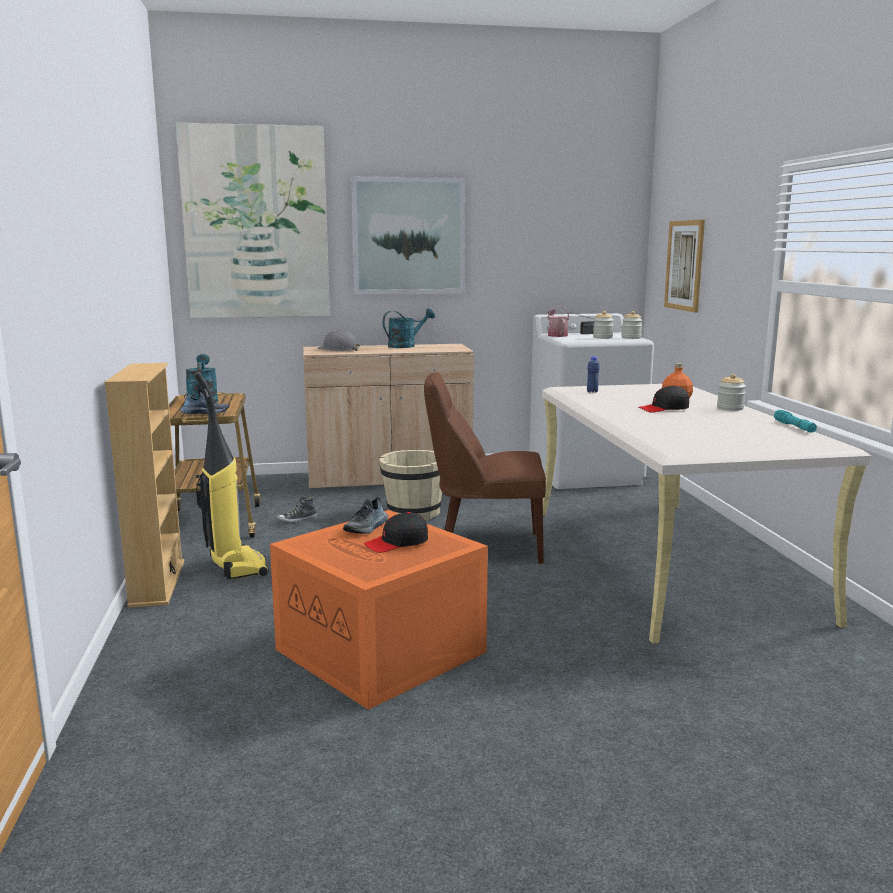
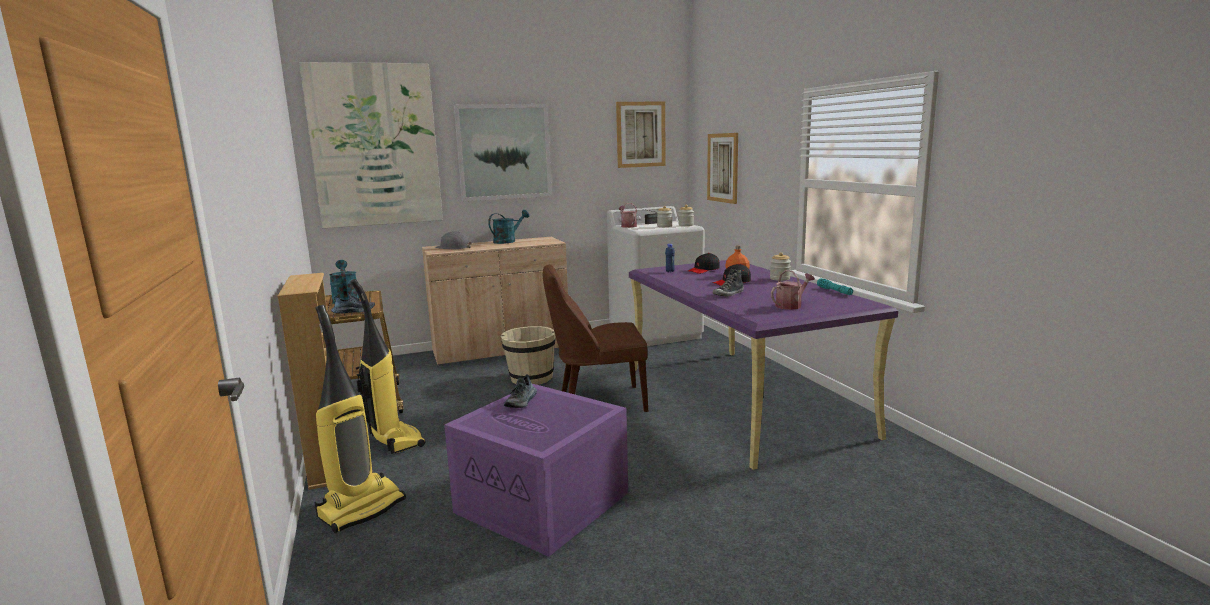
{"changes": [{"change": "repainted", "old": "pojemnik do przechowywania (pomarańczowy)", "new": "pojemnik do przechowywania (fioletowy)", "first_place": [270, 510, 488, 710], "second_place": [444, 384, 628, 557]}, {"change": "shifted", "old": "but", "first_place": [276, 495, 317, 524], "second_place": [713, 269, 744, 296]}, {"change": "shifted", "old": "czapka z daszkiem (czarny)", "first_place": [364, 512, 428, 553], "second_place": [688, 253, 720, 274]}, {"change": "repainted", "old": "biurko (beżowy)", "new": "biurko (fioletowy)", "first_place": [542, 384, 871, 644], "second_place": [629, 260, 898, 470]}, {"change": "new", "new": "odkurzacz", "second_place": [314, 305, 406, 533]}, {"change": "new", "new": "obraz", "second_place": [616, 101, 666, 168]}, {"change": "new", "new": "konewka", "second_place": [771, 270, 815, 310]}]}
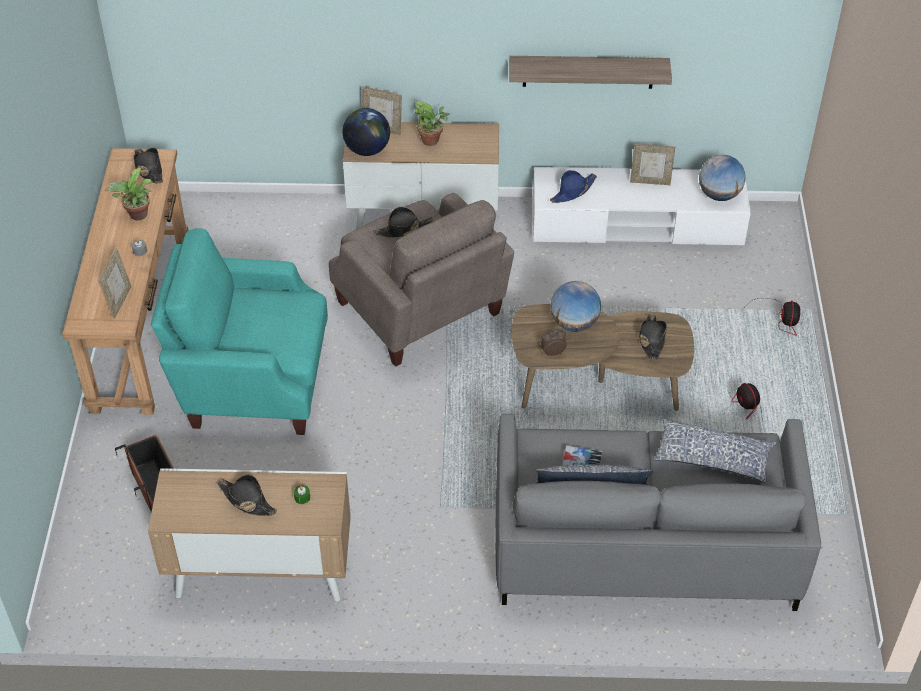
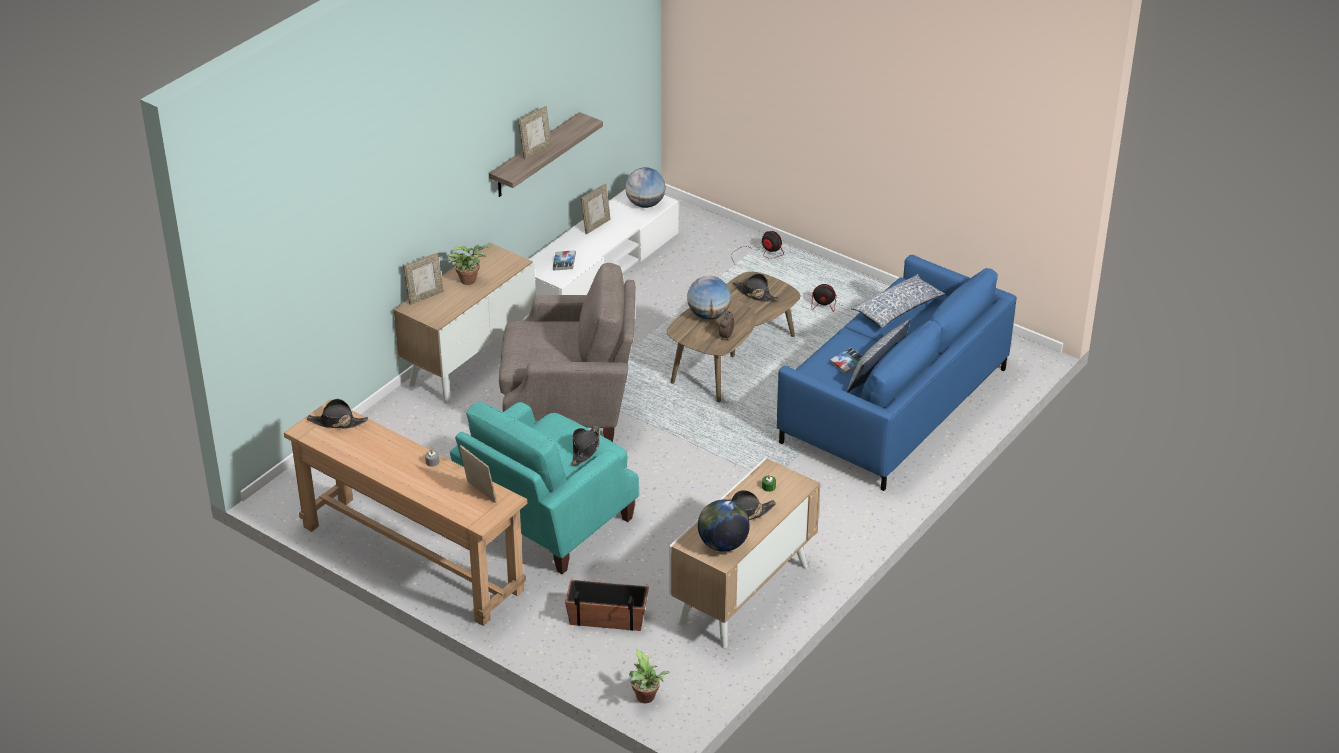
{"changes": [{"change": "shifted", "old": "roślina doniczkowa", "first_place": [104, 167, 152, 220], "second_place": [629, 649, 670, 703]}, {"change": "shifted", "old": "globus", "first_place": [342, 108, 390, 156], "second_place": [698, 500, 750, 552]}, {"change": "shifted", "old": "kapelusz (czarny)", "first_place": [373, 207, 434, 238], "second_place": [571, 426, 600, 465]}, {"change": "repainted", "old": "kanapa (szary)", "new": "kanapa (niebieski)", "first_place": [495, 414, 821, 611], "second_place": [777, 255, 1017, 491]}, {"change": "swapped", "old": "kapelusz (niebieski)", "new": "książka", "first_place": [550, 170, 597, 203], "second_place": [553, 251, 576, 271]}, {"change": "new", "new": "ramka na zdjęcie", "second_place": [518, 106, 552, 159]}]}
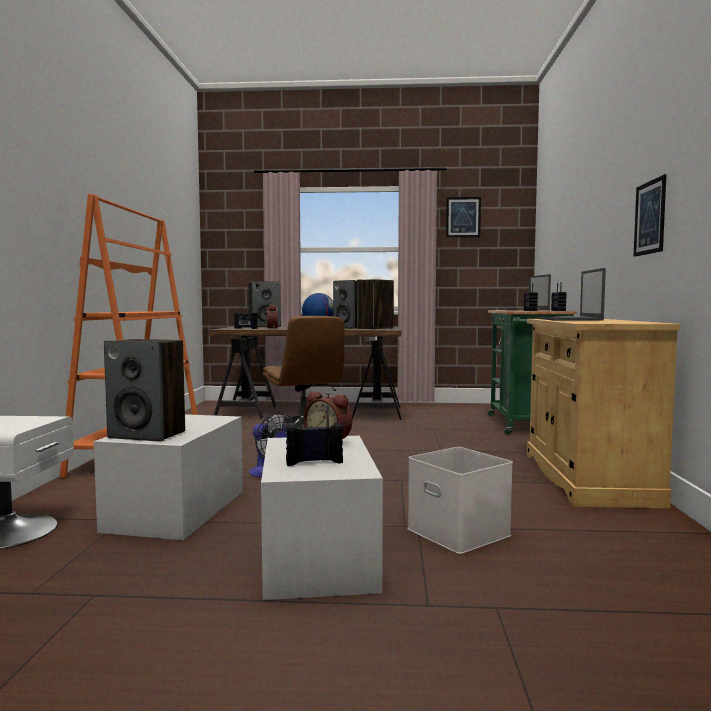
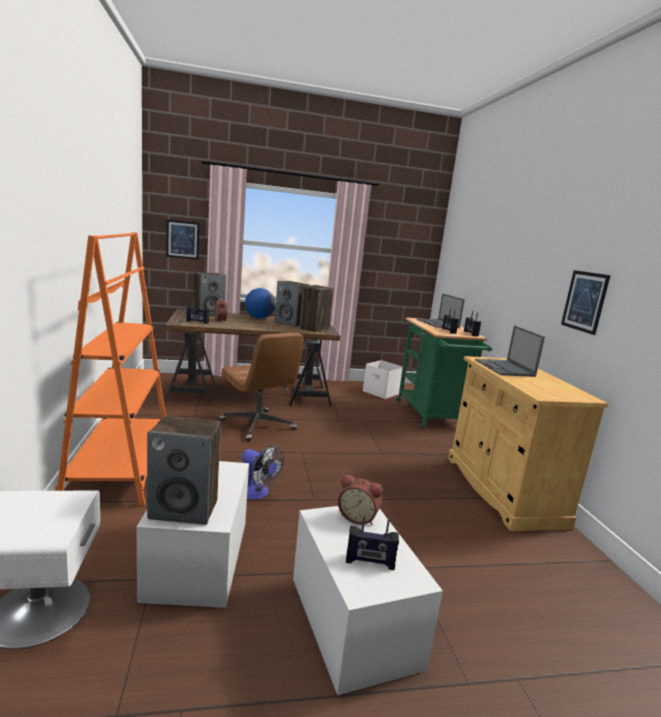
{"changes": [{"change": "rotated", "old": "radio", "first_place": [286, 405, 343, 466], "second_place": [346, 515, 399, 570], "degrees": -150}, {"change": "shifted", "old": "pojemnik do przechowywania (biały)", "first_place": [408, 447, 513, 554], "second_place": [363, 360, 403, 399]}, {"change": "shifted", "old": "obraz", "first_place": [446, 197, 481, 237], "second_place": [166, 219, 200, 260]}]}
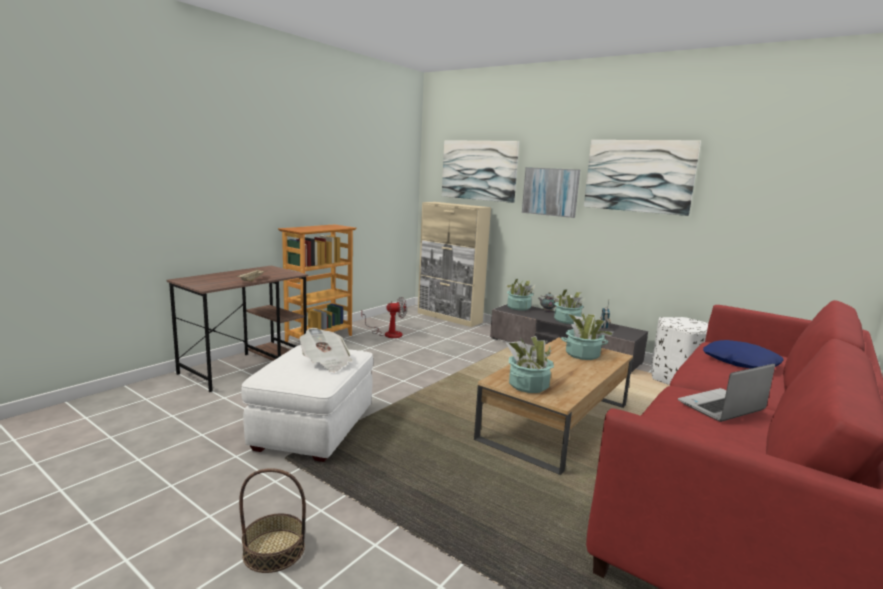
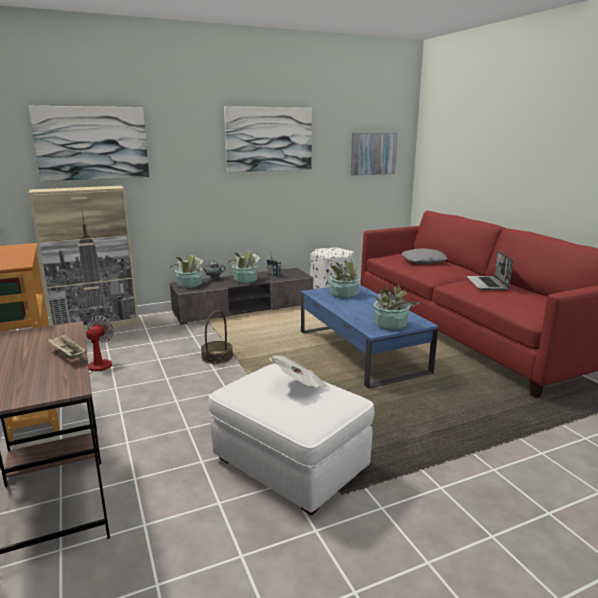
{"changes": [{"change": "shifted", "old": "koszyk", "first_place": [239, 468, 306, 573], "second_place": [201, 311, 233, 364]}, {"change": "repainted", "old": "ława (brązowy)", "new": "ława (niebieski)", "first_place": [474, 337, 633, 475], "second_place": [301, 284, 438, 389]}, {"change": "shifted", "old": "obraz", "first_place": [522, 167, 580, 218], "second_place": [351, 133, 397, 176]}, {"change": "repainted", "old": "poduszka (niebieski)", "new": "poduszka (szary)", "first_place": [703, 340, 784, 369], "second_place": [401, 248, 447, 264]}]}
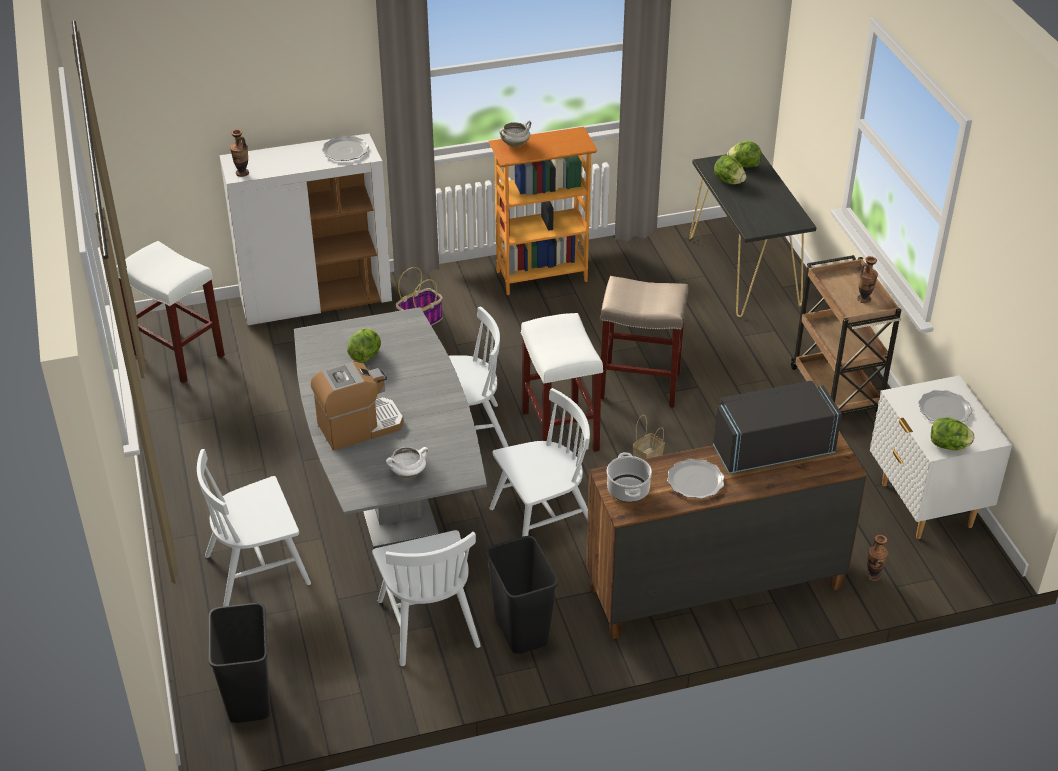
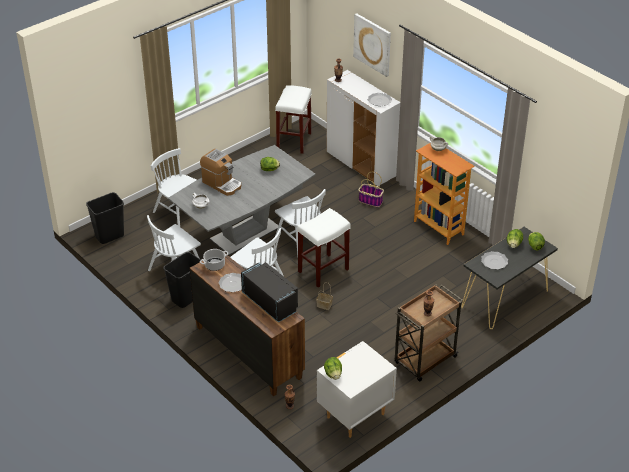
{"changes": [{"change": "gone", "old": "stołek (beżowy)", "first_place": [601, 276, 689, 408]}, {"change": "shifted", "old": "talerz", "first_place": [918, 390, 972, 422], "second_place": [481, 251, 508, 270]}, {"change": "new", "new": "obraz", "second_place": [353, 13, 391, 77]}]}
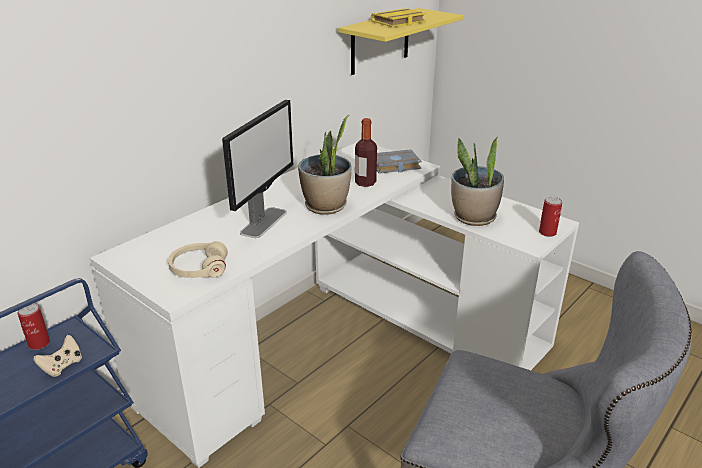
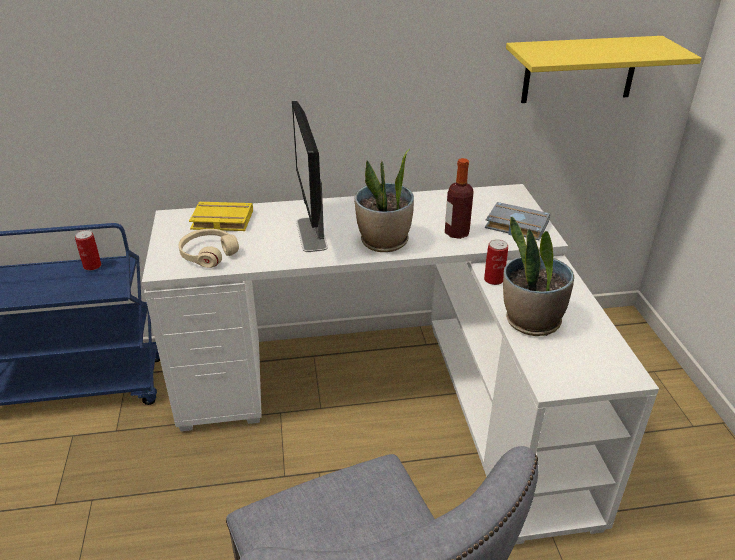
{"changes": [{"change": "gone", "old": "pad do gier (beżowy)", "first_place": [33, 335, 82, 377]}, {"change": "rotated", "old": "monitor", "first_place": [222, 100, 293, 238], "second_place": [292, 101, 328, 252], "degrees": 105}, {"change": "shifted", "old": "książka (żółty)", "first_place": [371, 8, 427, 27], "second_place": [189, 202, 253, 231]}, {"change": "shifted", "old": "puszka", "first_place": [539, 197, 562, 237], "second_place": [484, 239, 508, 285]}]}
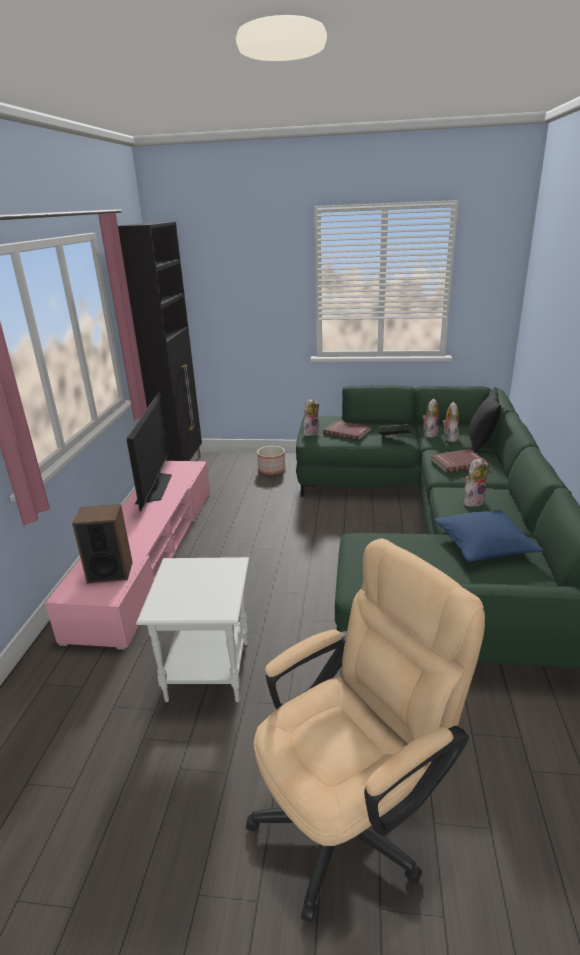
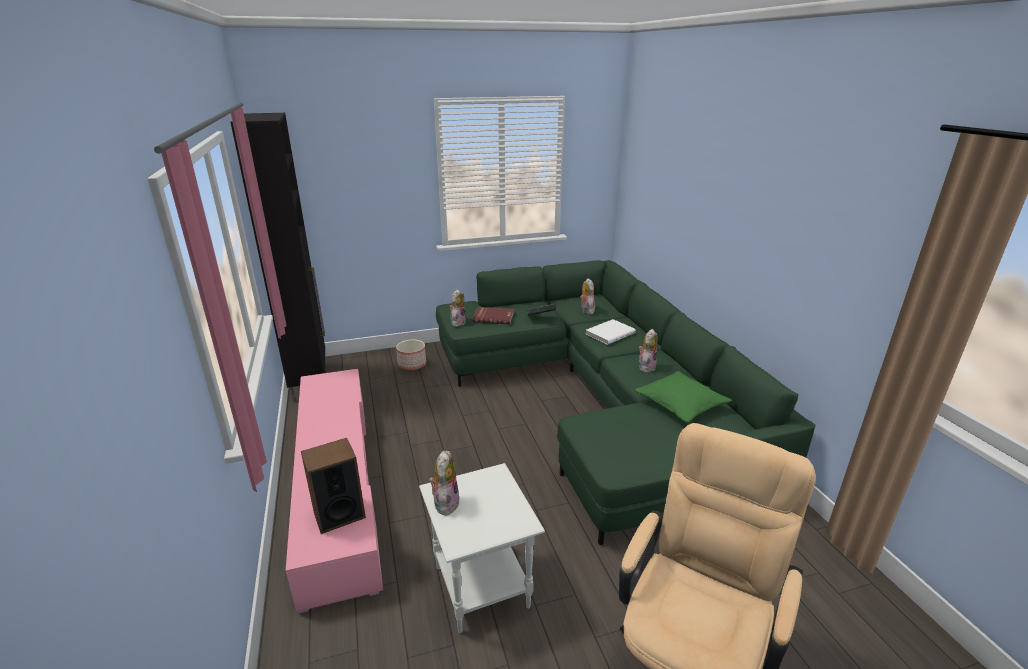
{"changes": [{"change": "gone", "old": "telewizor", "first_place": [126, 391, 172, 511]}, {"change": "shifted", "old": "pluszak", "first_place": [423, 399, 439, 438], "second_place": [429, 451, 459, 516]}, {"change": "repainted", "old": "książka (czerwony)", "new": "książka (biały)", "first_place": [430, 449, 488, 473], "second_place": [586, 319, 636, 345]}, {"change": "repainted", "old": "poduszka (niebieski)", "new": "poduszka (zielony)", "first_place": [434, 509, 544, 562], "second_place": [635, 371, 732, 423]}, {"change": "gone", "old": "poduszka (czarny)", "first_place": [469, 387, 501, 453]}]}
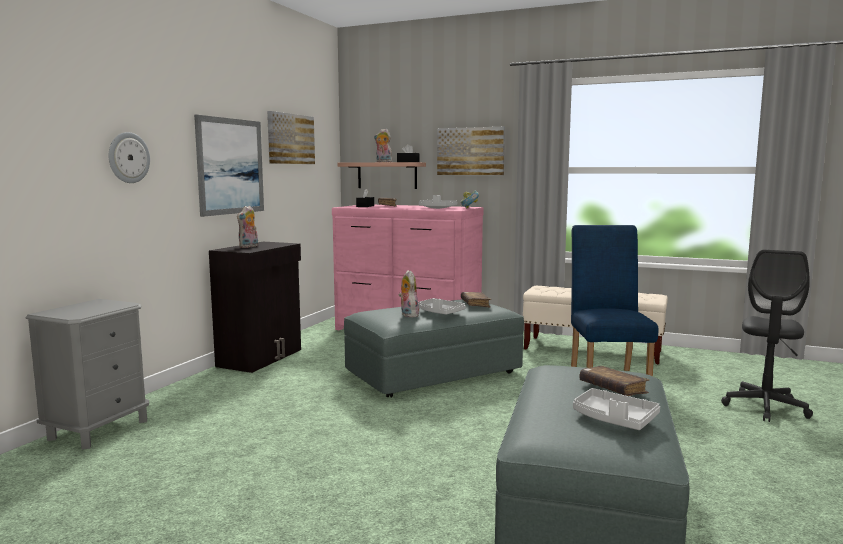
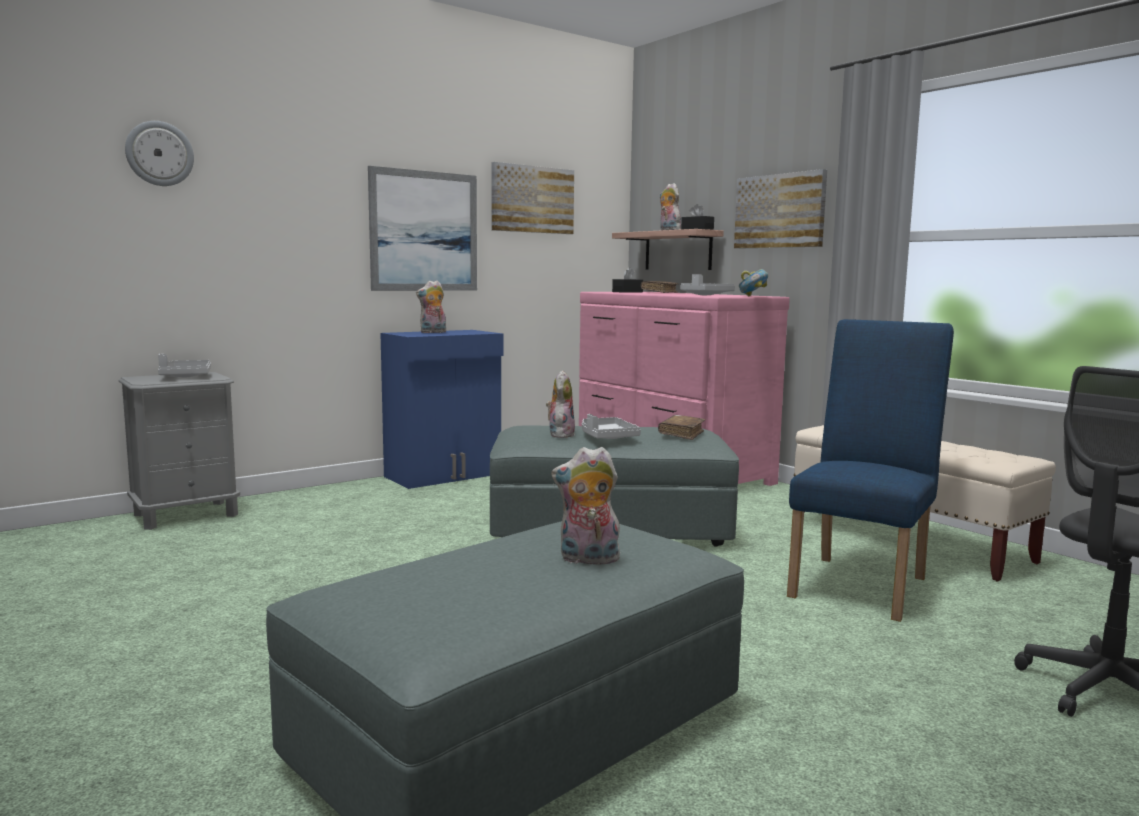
{"changes": [{"change": "shifted", "old": "zegar ścienny", "first_place": [109, 132, 150, 183], "second_place": [125, 121, 194, 186]}, {"change": "repainted", "old": "szafka (czarny)", "new": "szafka (niebieski)", "first_place": [209, 242, 301, 373], "second_place": [380, 330, 503, 489]}, {"change": "shifted", "old": "taca (szary)", "first_place": [573, 388, 660, 430], "second_place": [158, 354, 211, 377]}, {"change": "swapped", "old": "książka (brązowy)", "new": "pluszak", "first_place": [579, 366, 650, 396], "second_place": [551, 447, 620, 567]}]}
